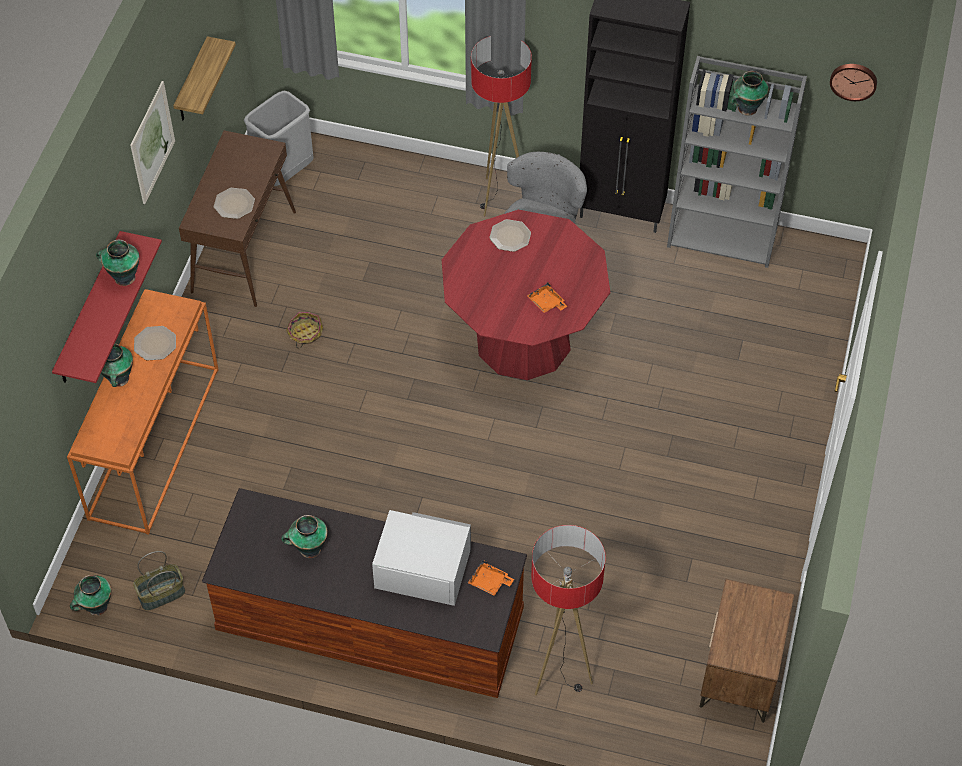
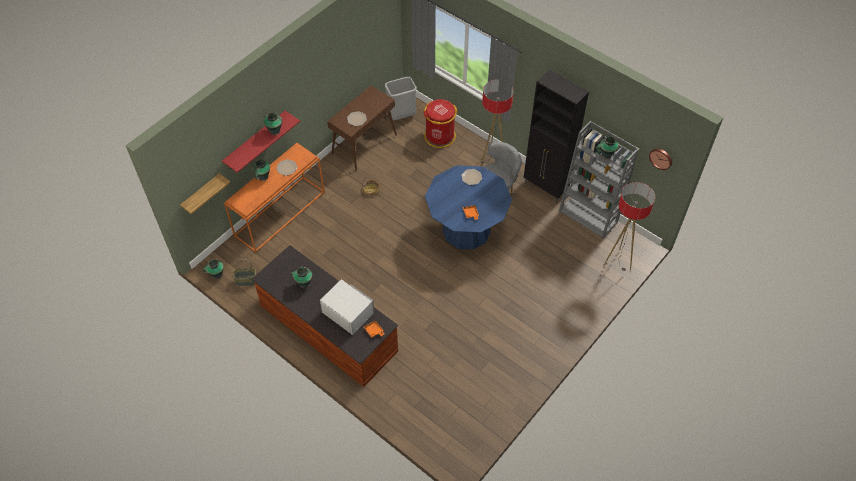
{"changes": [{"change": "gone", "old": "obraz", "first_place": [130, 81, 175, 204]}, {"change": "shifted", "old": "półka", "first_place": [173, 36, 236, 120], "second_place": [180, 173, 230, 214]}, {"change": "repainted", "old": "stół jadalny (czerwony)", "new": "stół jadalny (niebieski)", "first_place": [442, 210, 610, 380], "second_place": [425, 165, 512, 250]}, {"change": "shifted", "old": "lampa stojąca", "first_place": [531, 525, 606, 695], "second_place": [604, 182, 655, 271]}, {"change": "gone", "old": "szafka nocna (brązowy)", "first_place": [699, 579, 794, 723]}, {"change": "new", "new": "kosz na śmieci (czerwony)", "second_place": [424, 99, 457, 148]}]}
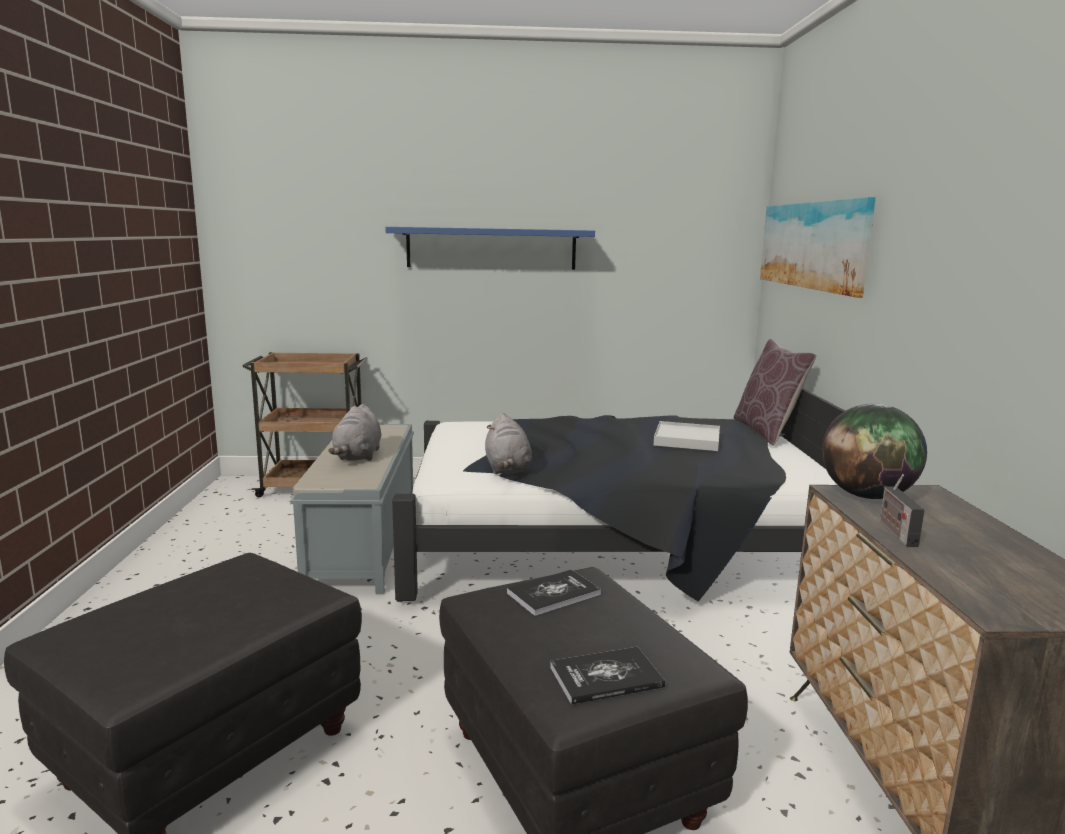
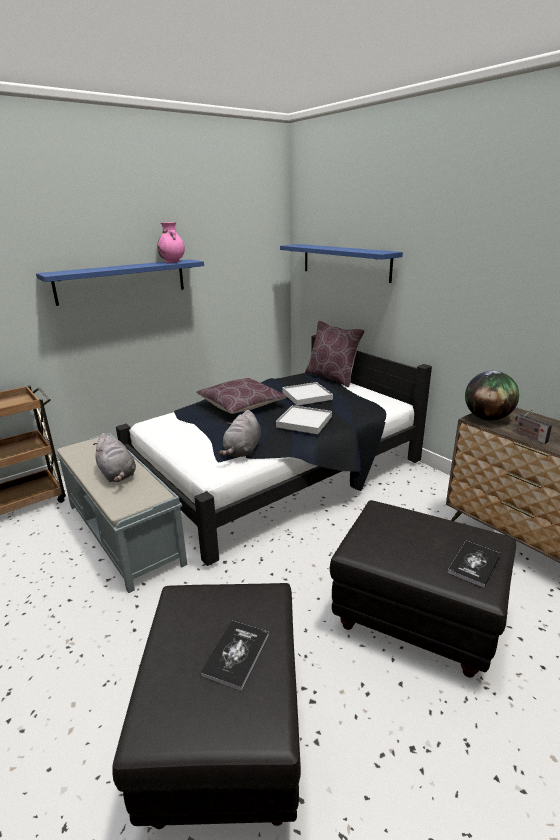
{"changes": [{"change": "rotated", "old": "pluszak (szary)", "first_place": [485, 412, 532, 474], "second_place": [219, 410, 261, 457], "degrees": 60}, {"change": "shifted", "old": "książka", "first_place": [507, 570, 601, 616], "second_place": [200, 621, 269, 691]}, {"change": "swapped", "old": "obraz", "new": "półka (niebieski)", "first_place": [760, 197, 876, 298], "second_place": [280, 244, 403, 283]}, {"change": "new", "new": "wazon (różowy)", "second_place": [157, 222, 185, 263]}, {"change": "new", "new": "poduszka (brązowy)", "second_place": [196, 378, 287, 414]}, {"change": "new", "new": "taca (biały)", "second_place": [276, 405, 332, 434]}]}
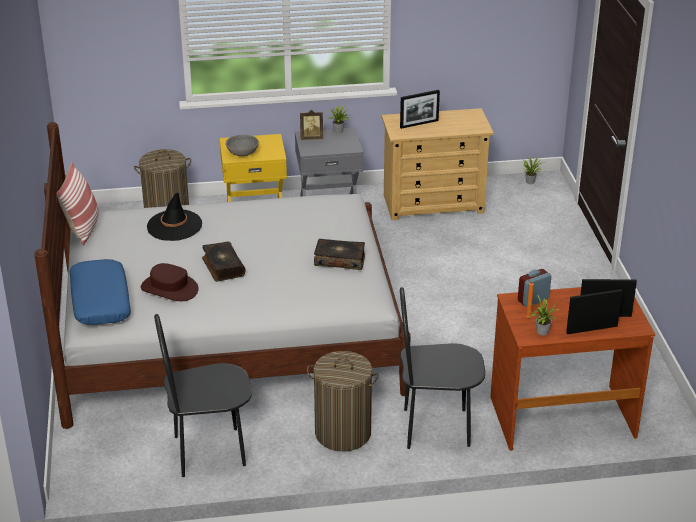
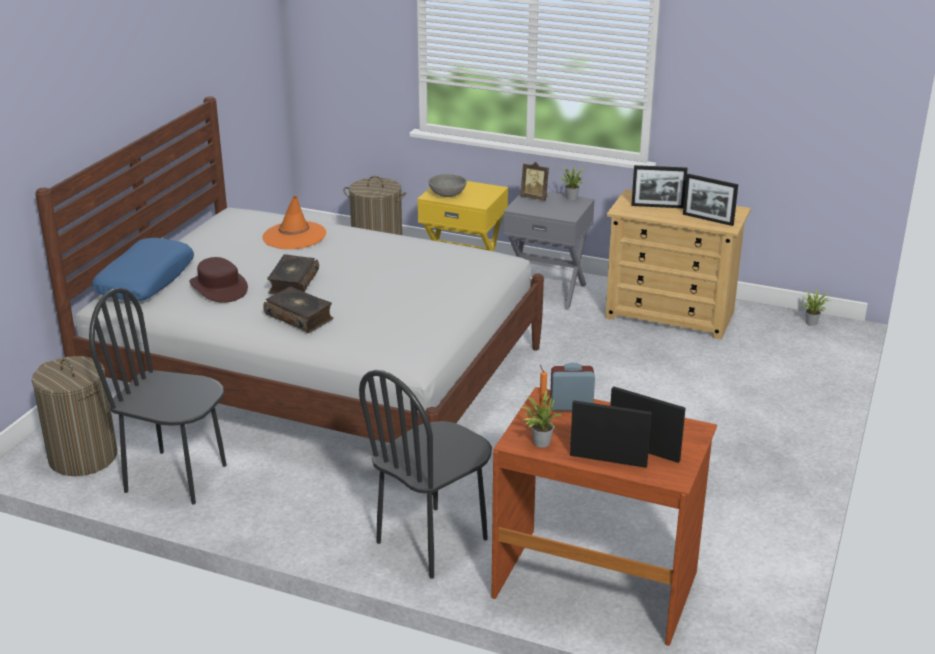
{"changes": [{"change": "gone", "old": "poduszka", "first_place": [56, 162, 99, 246]}, {"change": "repainted", "old": "kapelusz (czarny)", "new": "kapelusz (pomarańczowy)", "first_place": [147, 193, 202, 241], "second_place": [262, 196, 326, 249]}, {"change": "shifted", "old": "kosz na pranie", "first_place": [307, 351, 379, 452], "second_place": [31, 356, 117, 476]}, {"change": "shifted", "old": "książka", "first_place": [314, 239, 365, 270], "second_place": [263, 286, 334, 333]}, {"change": "rotated", "old": "krzesło (czarny)", "first_place": [400, 287, 485, 449], "second_place": [359, 370, 492, 579], "degrees": -75}, {"change": "new", "new": "ramka na zdjęcie", "second_place": [683, 174, 738, 226]}]}
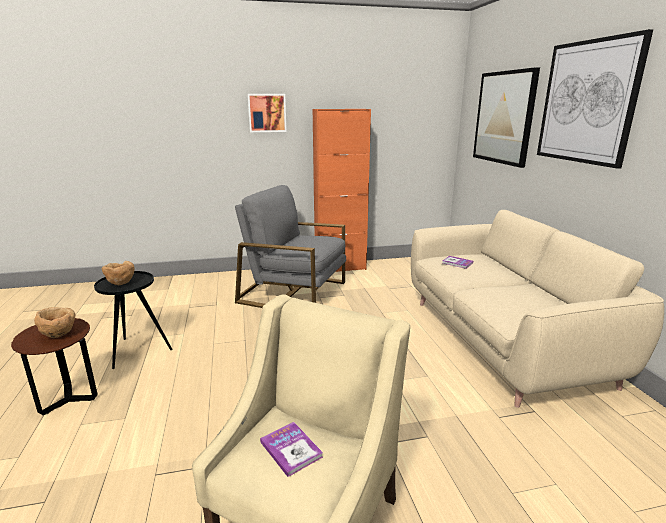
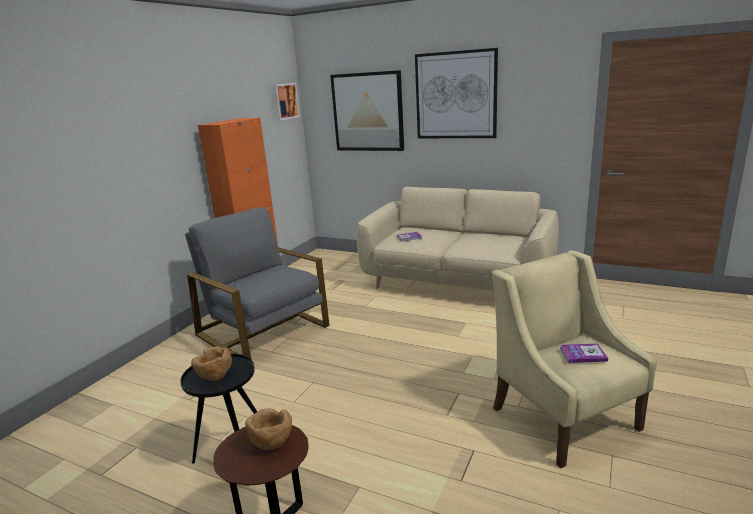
{"changes": [{"change": "rotated", "old": "fotel (szary)", "first_place": [235, 185, 346, 308], "second_place": [185, 207, 330, 360], "degrees": 75}, {"change": "shifted", "old": "obraz", "first_place": [248, 94, 287, 132], "second_place": [273, 83, 300, 121]}]}
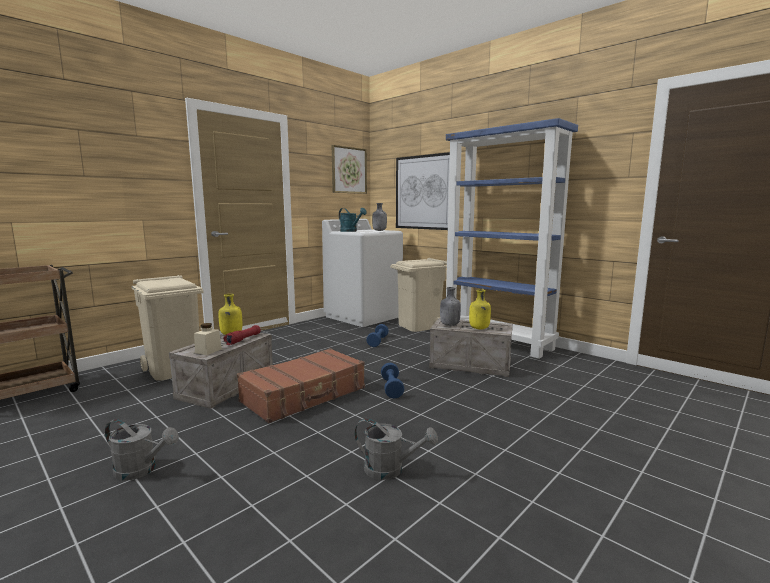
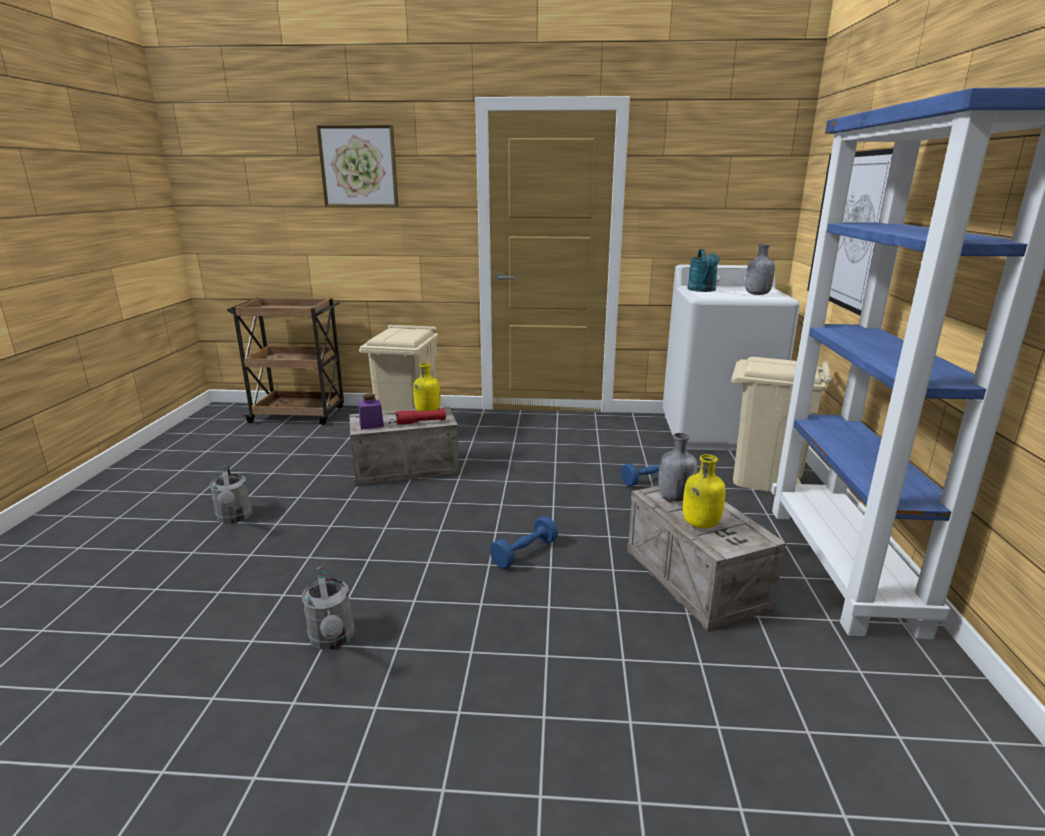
{"changes": [{"change": "repainted", "old": "słoik (beżowy)", "new": "słoik (fioletowy)", "first_place": [194, 323, 222, 355], "second_place": [358, 394, 384, 430]}, {"change": "gone", "old": "walizka (brązowy)", "first_place": [237, 348, 365, 423]}, {"change": "shifted", "old": "obraz", "first_place": [332, 145, 367, 194], "second_place": [316, 125, 398, 207]}]}
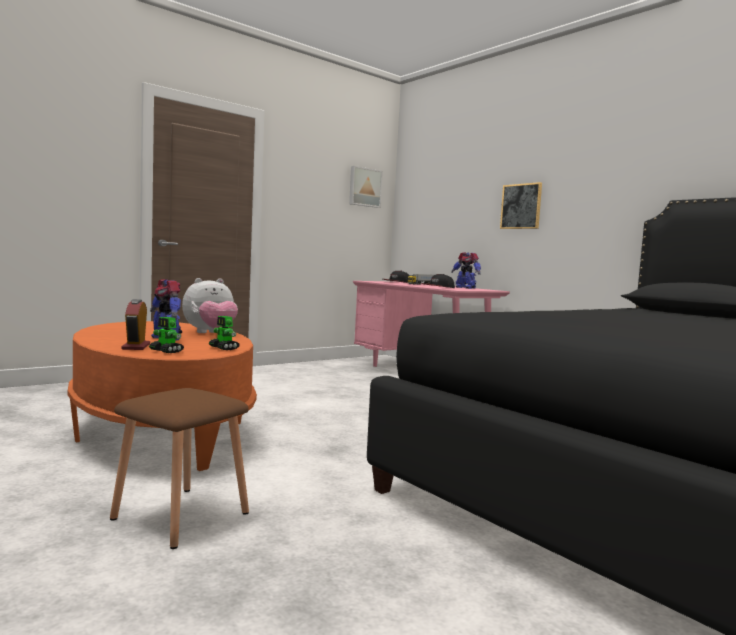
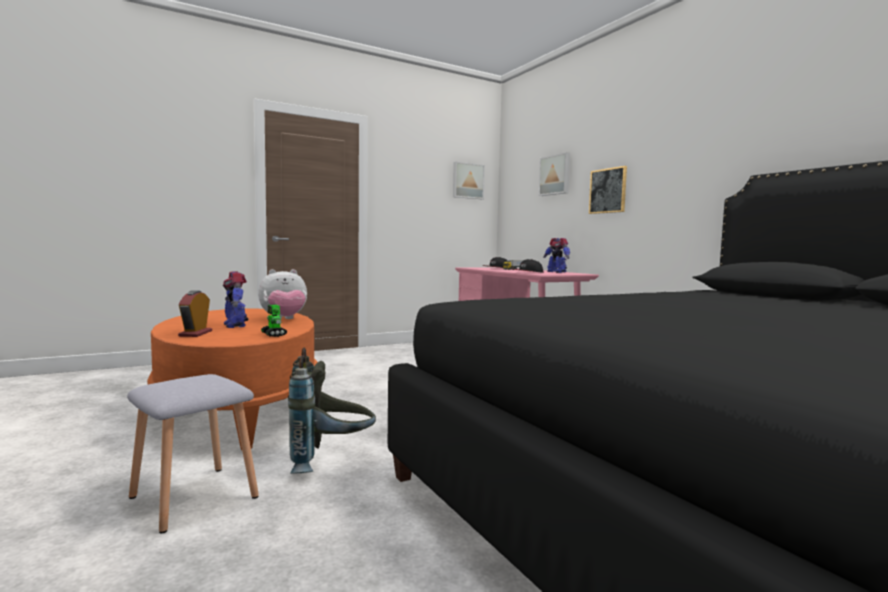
{"changes": [{"change": "repainted", "old": "stołek (brązowy)", "new": "stołek (szary)", "first_place": [110, 388, 249, 549], "second_place": [127, 374, 259, 533]}, {"change": "gone", "old": "robot zabawkowy", "first_place": [149, 317, 184, 353]}, {"change": "new", "new": "plecak (szary)", "second_place": [288, 348, 376, 474]}, {"change": "new", "new": "obraz", "second_place": [539, 152, 570, 196]}]}
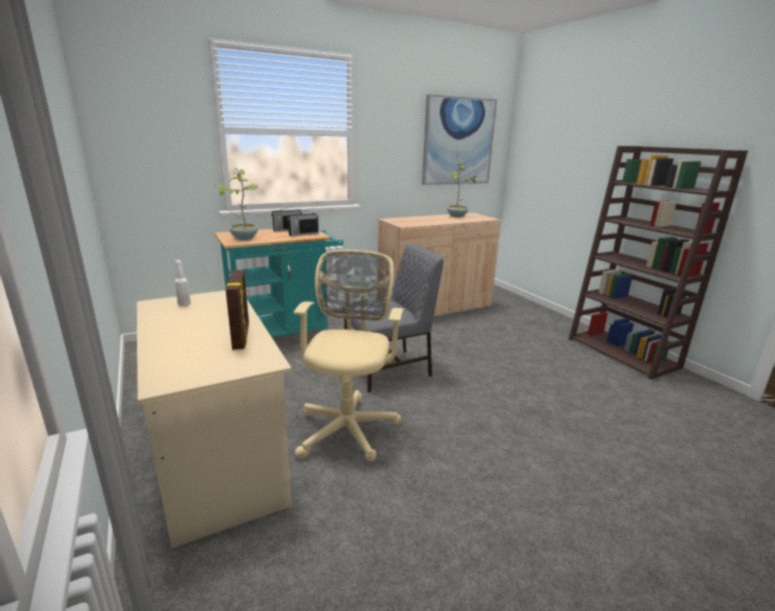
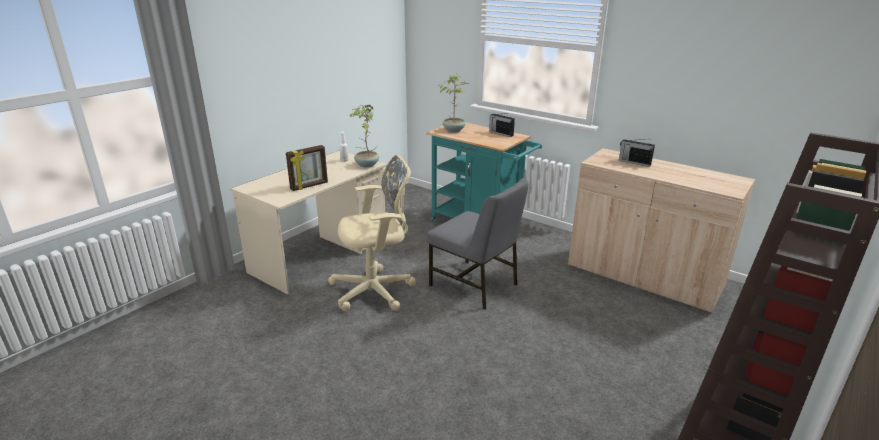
{"changes": [{"change": "shifted", "old": "radio", "first_place": [287, 208, 319, 236], "second_place": [619, 139, 655, 167]}, {"change": "gone", "old": "obraz", "first_place": [422, 94, 497, 185]}, {"change": "shifted", "old": "roślina doniczkowa", "first_place": [447, 163, 477, 217], "second_place": [349, 105, 379, 168]}]}
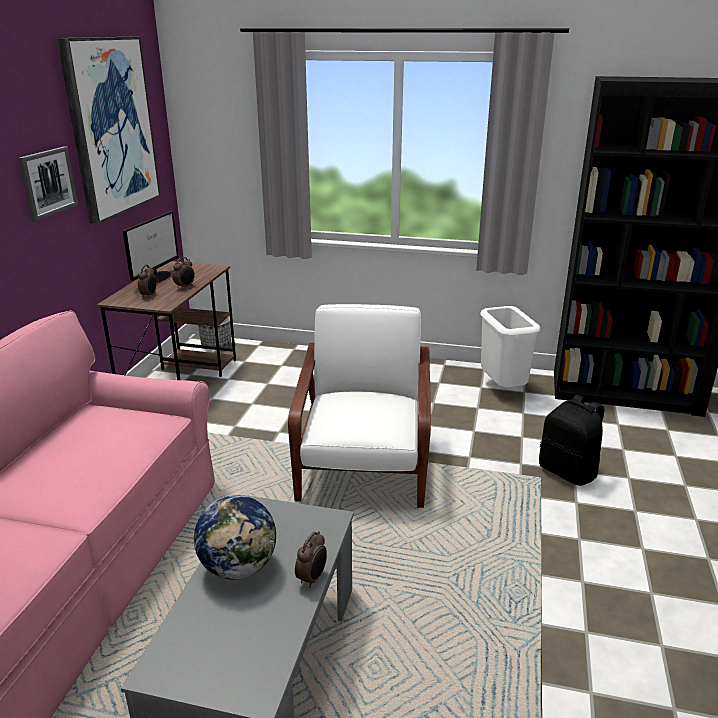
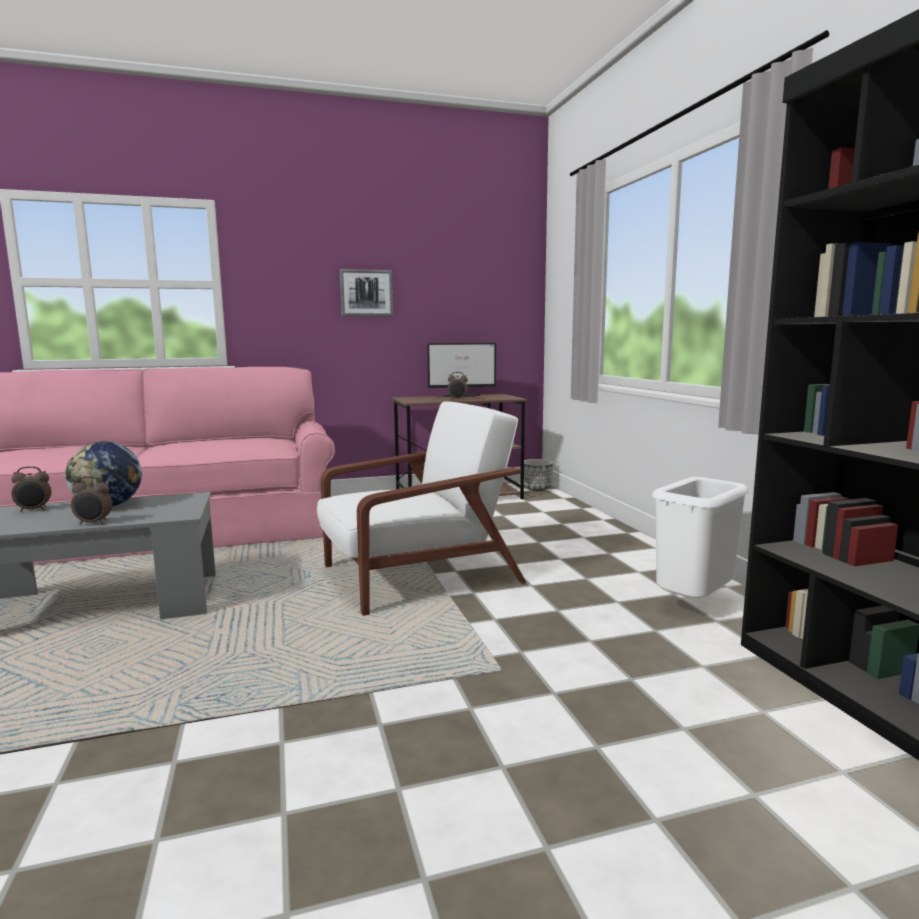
{"changes": [{"change": "gone", "old": "obraz", "first_place": [57, 37, 160, 224]}, {"change": "shifted", "old": "budzik", "first_place": [138, 265, 157, 298], "second_place": [11, 466, 52, 512]}, {"change": "gone", "old": "plecak (czarny)", "first_place": [539, 395, 605, 486]}]}
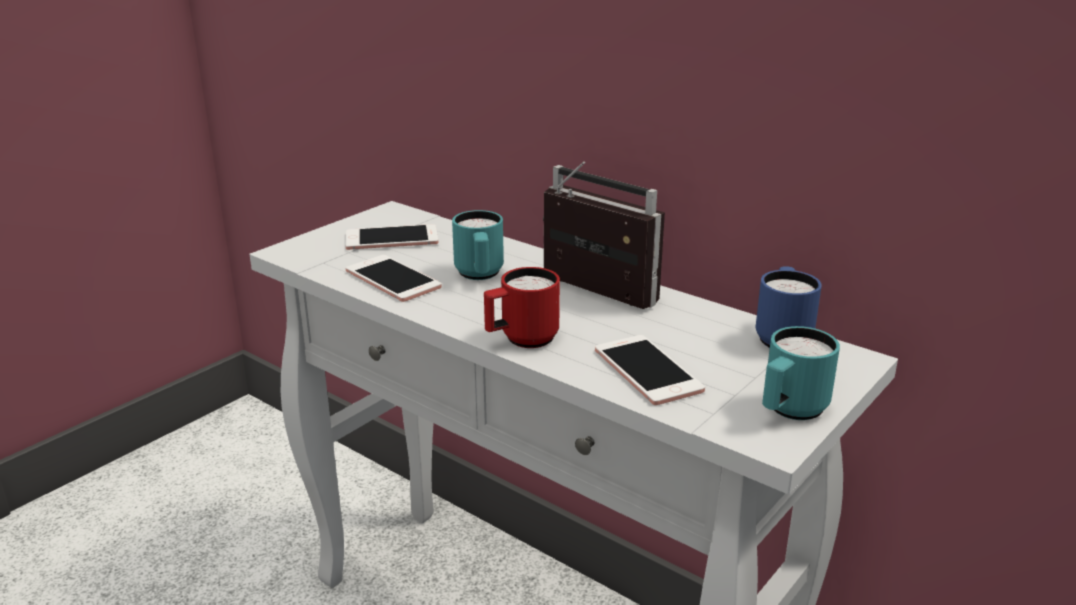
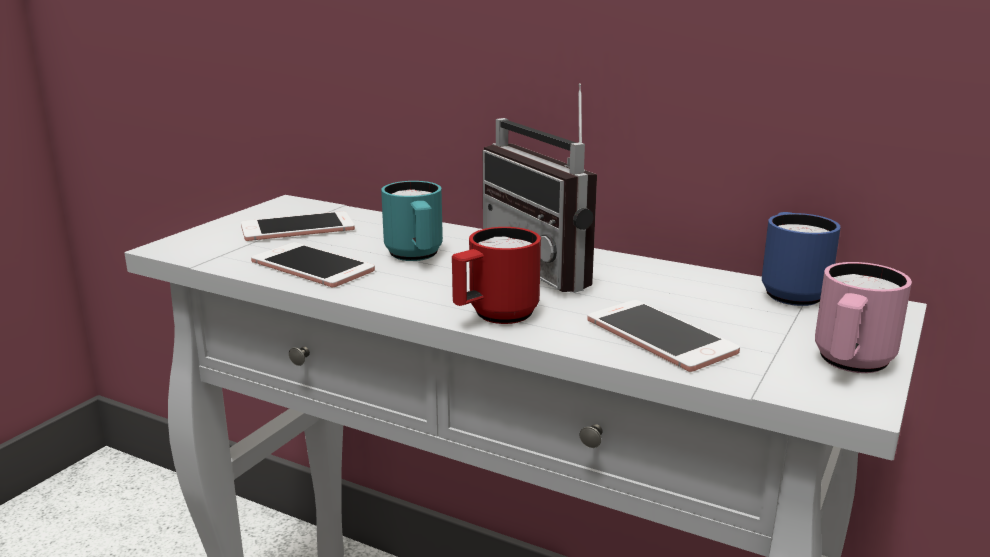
{"changes": [{"change": "rotated", "old": "radio", "first_place": [543, 161, 665, 309], "second_place": [483, 83, 597, 293], "degrees": -150}, {"change": "repainted", "old": "kubek (turkusowy)", "new": "kubek (różowy)", "first_place": [762, 326, 840, 420], "second_place": [815, 262, 912, 373]}]}
